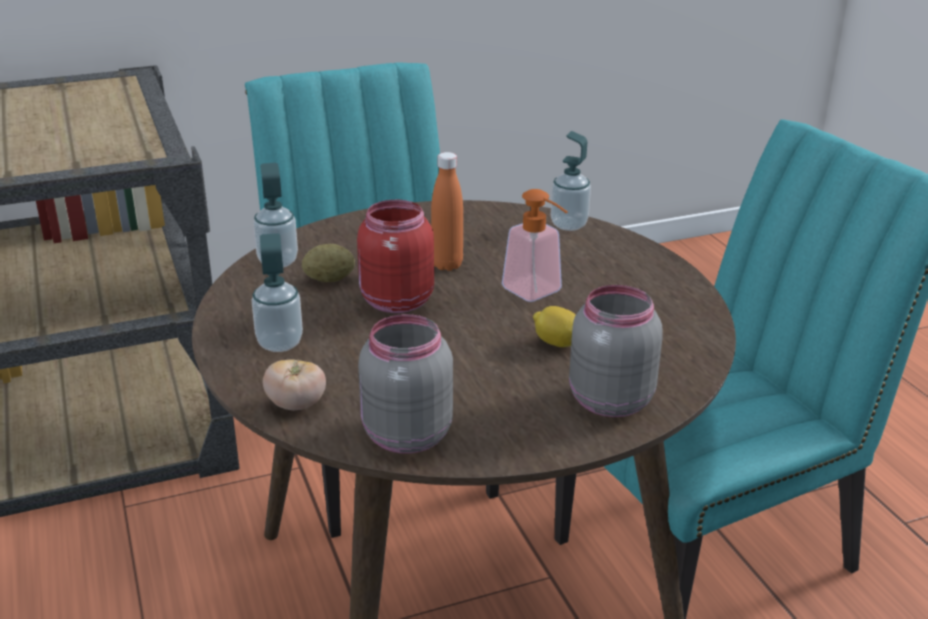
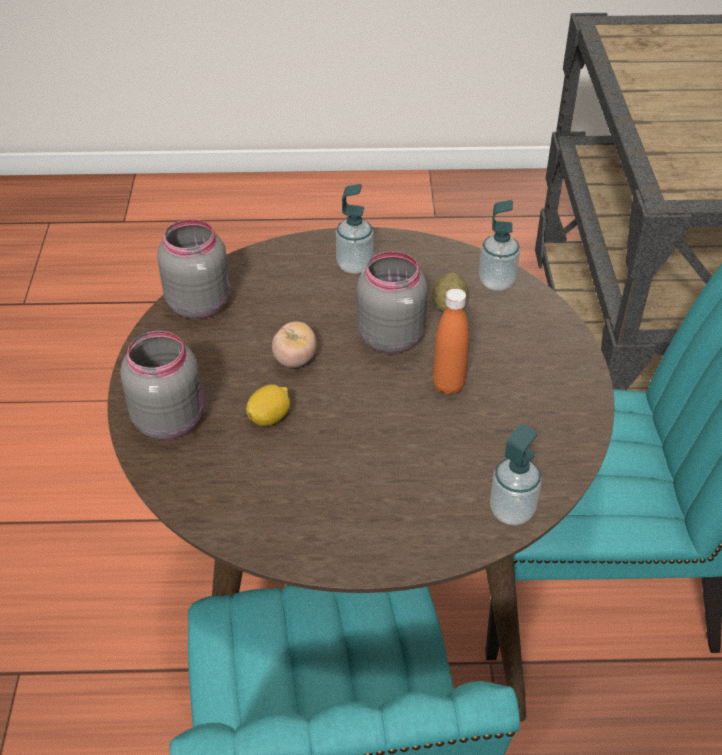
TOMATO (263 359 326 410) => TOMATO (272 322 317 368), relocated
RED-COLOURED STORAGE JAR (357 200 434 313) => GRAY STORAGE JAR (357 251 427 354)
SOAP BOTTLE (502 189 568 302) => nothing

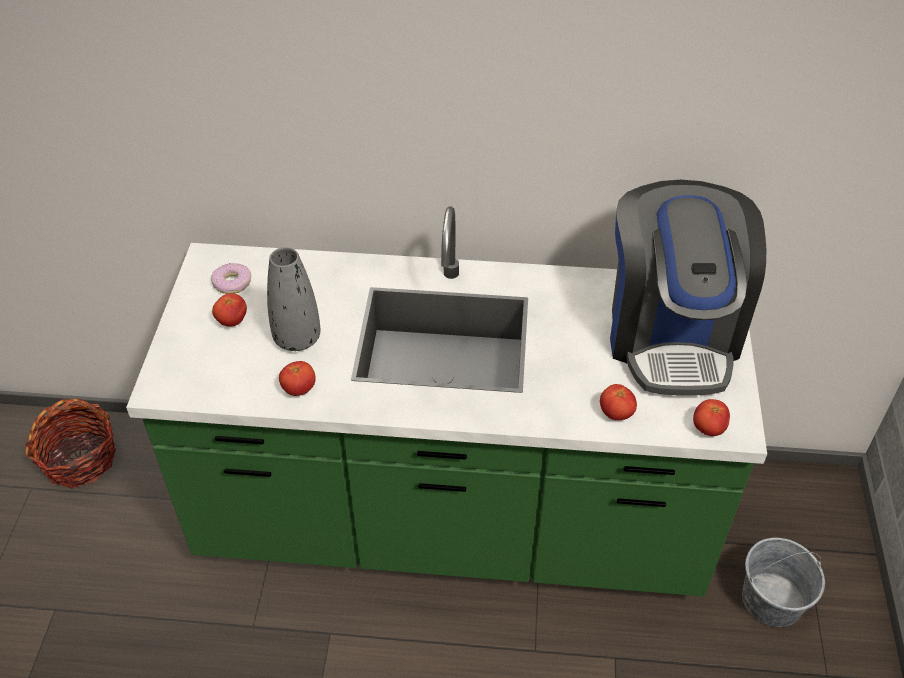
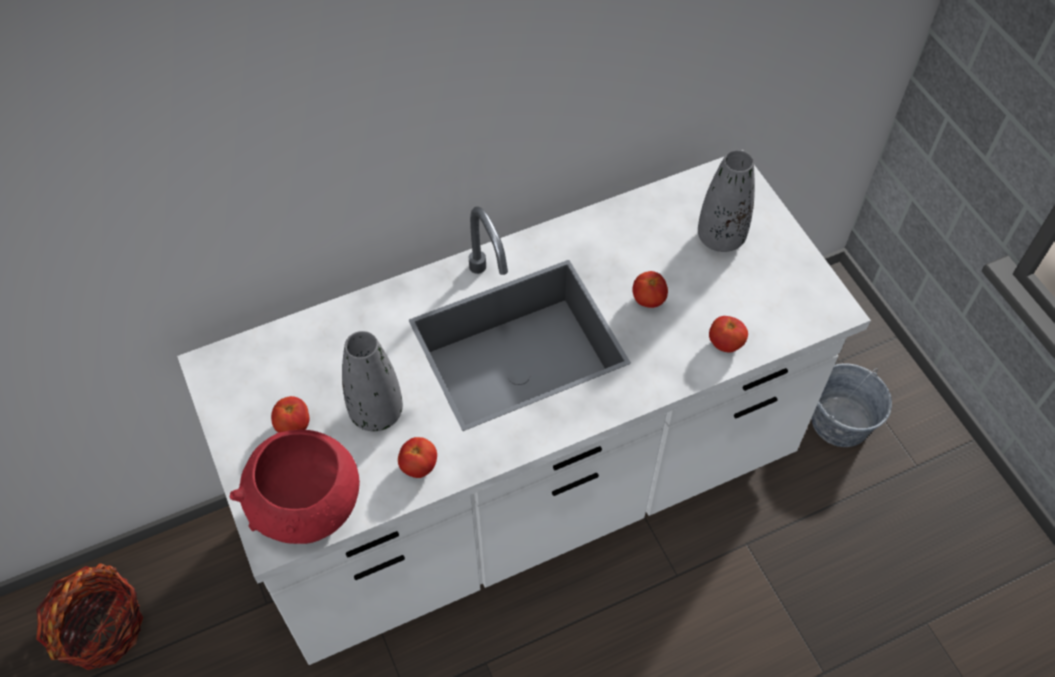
GREENISH COUNTER (126 206 767 596) => WHITE COUNTER (177 150 871 665)
DOUGHNUT (211 263 251 294) => nothing
COFFEE BREWER (610 180 766 395) => GRAY VASE (698 150 755 252)
TOMATO (693 399 730 436) => TOMATO (632 271 668 308), relocated
nothing => RED-COLOURED BOWL (229 429 360 544)

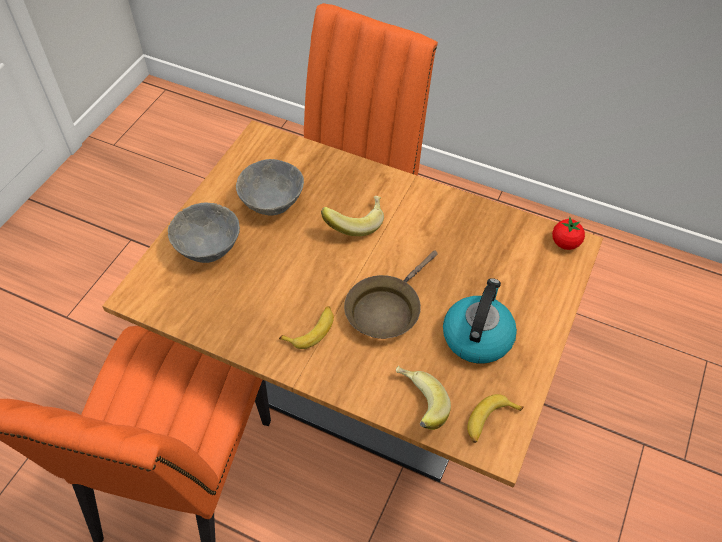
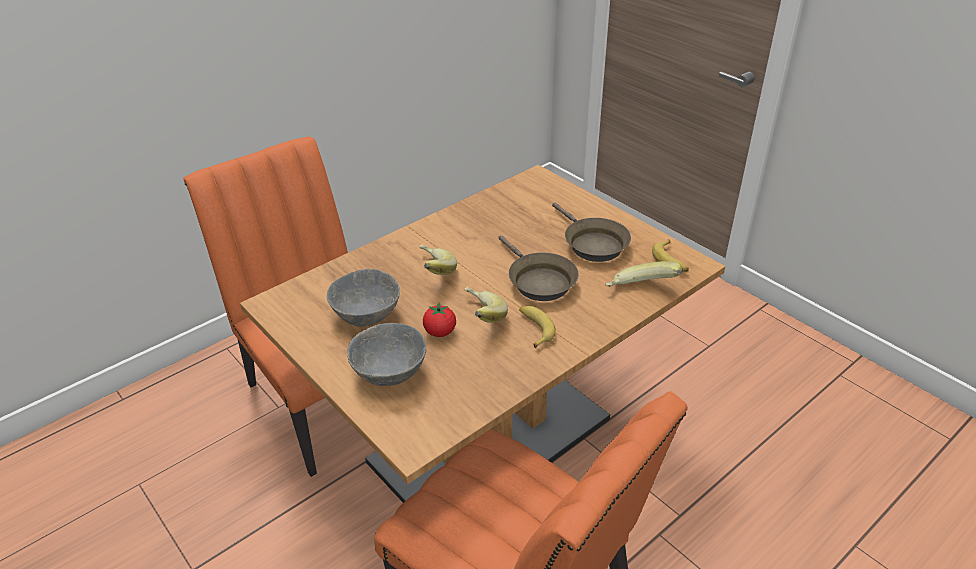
WATER KETTLE (443 278 517 364) => BROWN PAN (552 203 631 262)
TOMATO (552 217 585 250) => TOMATO (423 303 456 337), relocated
nothing => BANANA (465 287 508 323)

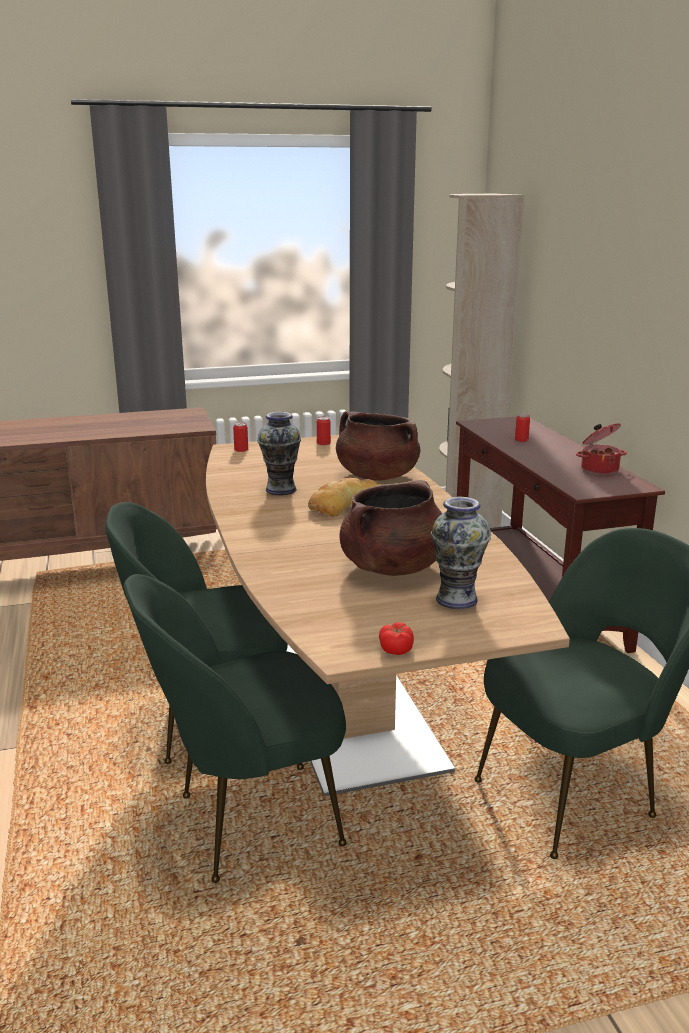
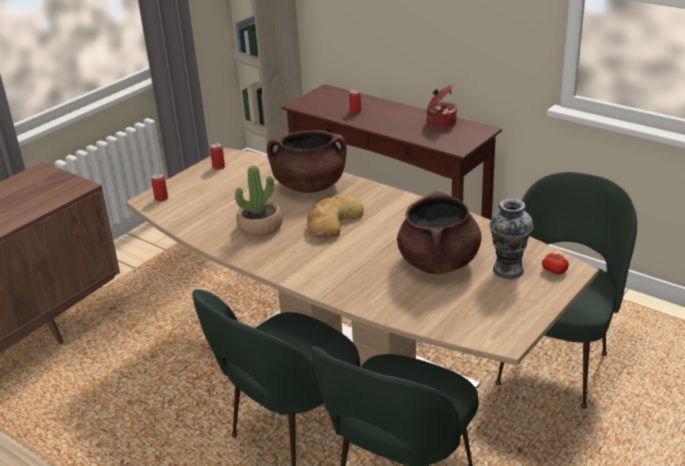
VASE (257 412 301 495) => POTTED PLANT (235 165 283 237)
TOMATO (379 622 414 655) => TOMATO (542 253 569 275), relocated

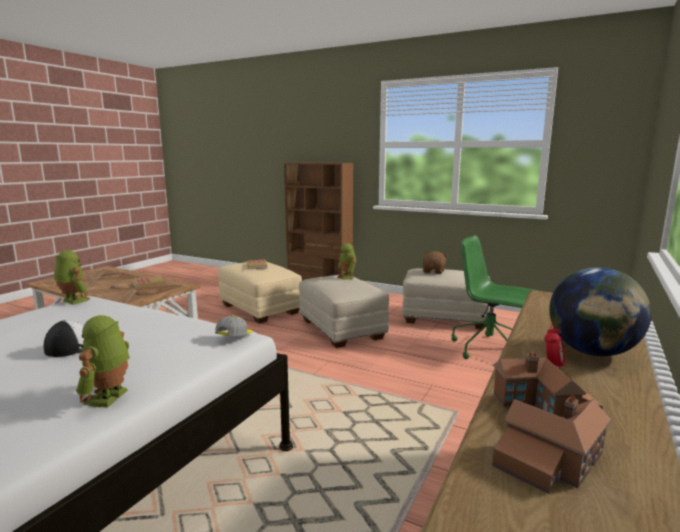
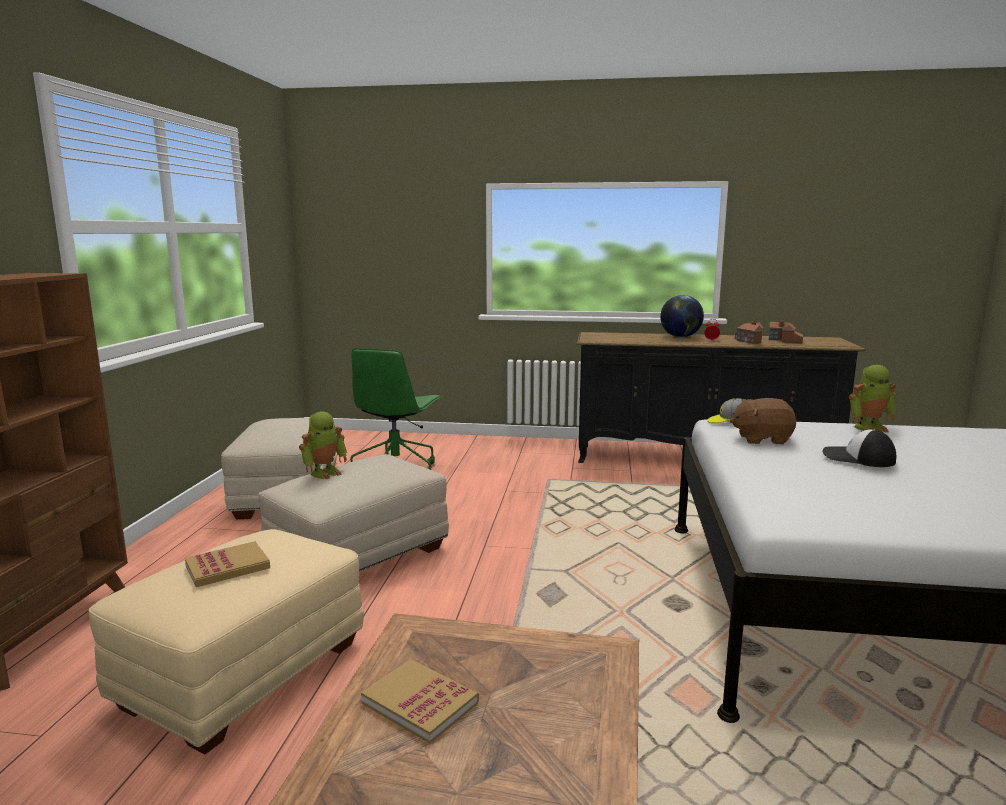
TOY ROBOT (54 250 90 305) => nothing
BROWN PLUSH TOY (422 251 448 274) => BROWN PLUSH TOY (730 398 796 445), relocated

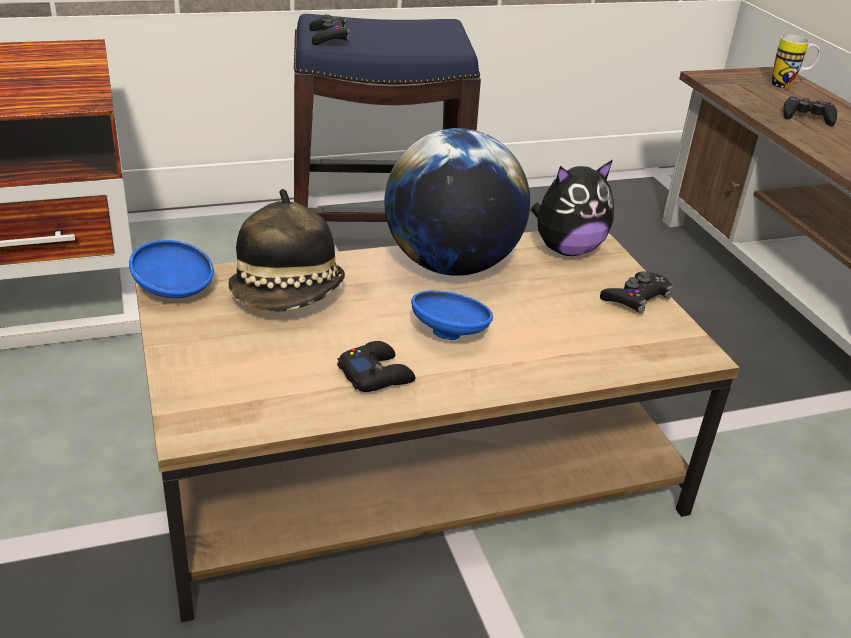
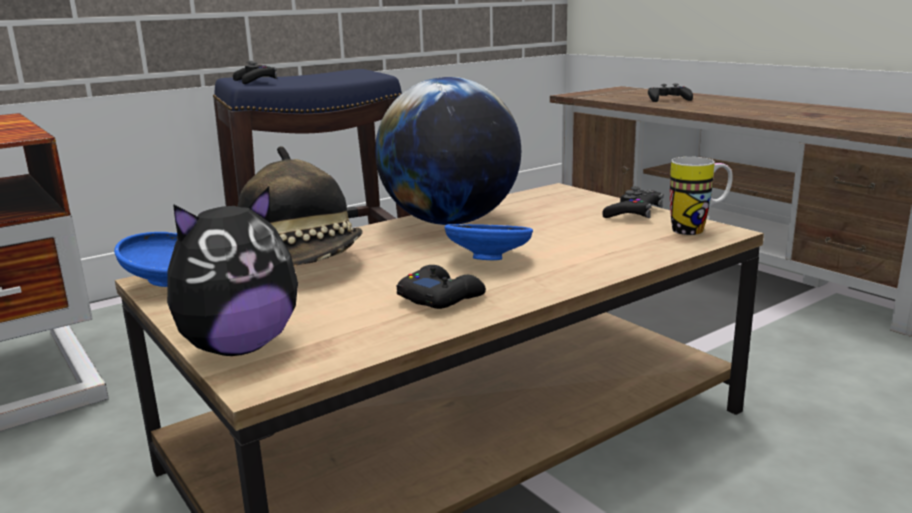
PLUSH TOY (531 160 614 256) => PLUSH TOY (167 187 298 356), relocated
COFFEE MUG (772 35 820 89) => COFFEE MUG (670 157 733 235), relocated

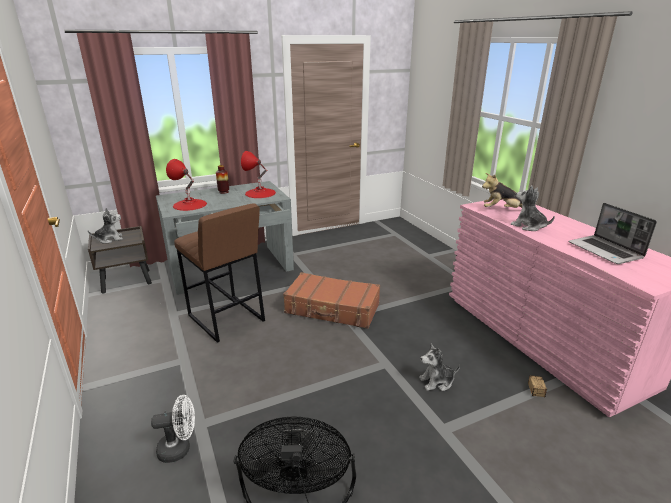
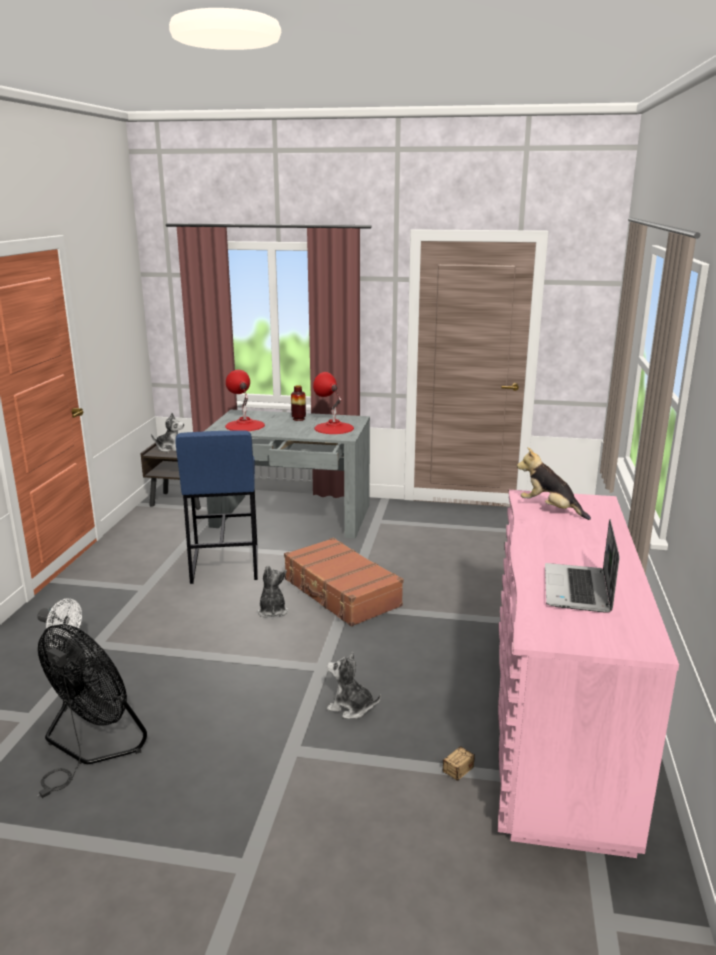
BROWN STOOL SEAT (174 203 265 343) => BLUE STOOL SEAT (175 430 258 584)
PLUSH TOY (511 185 555 231) => PLUSH TOY (257 565 288 618), relocated

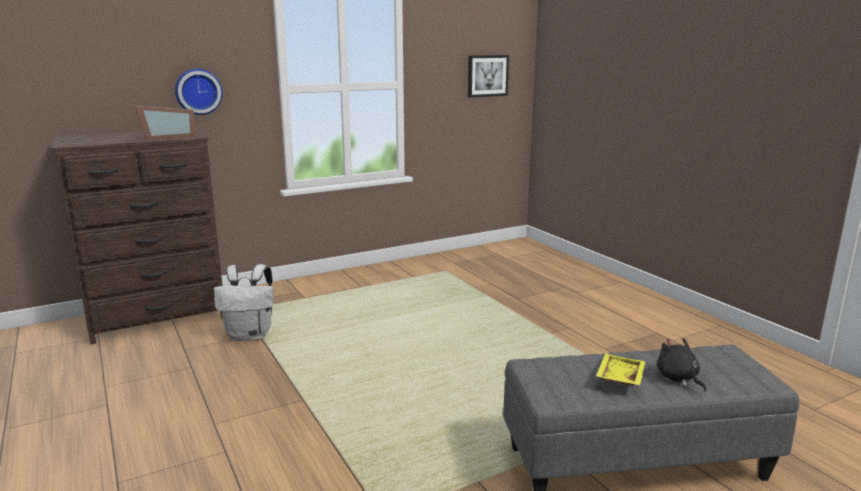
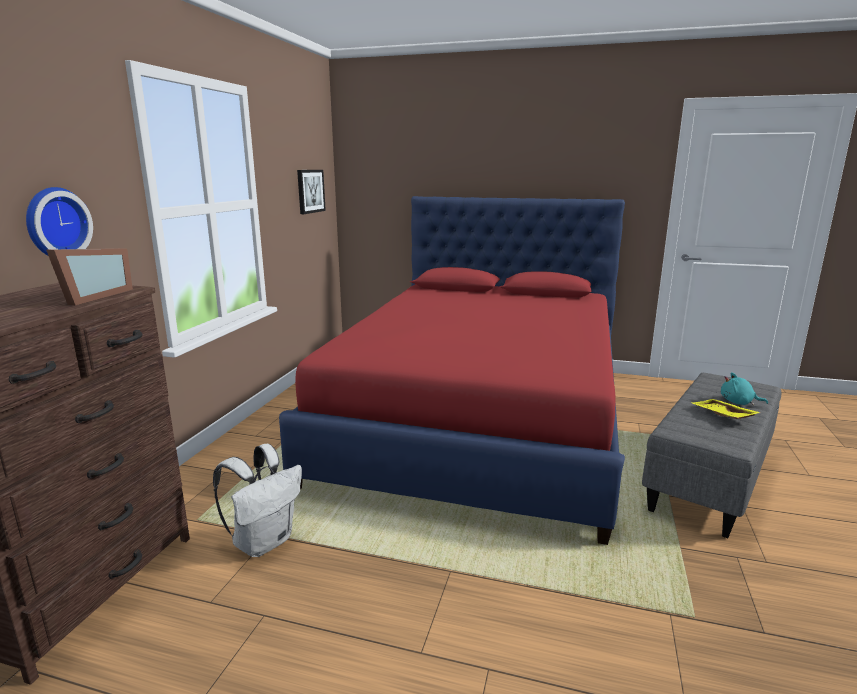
BLACKISH PLUSH TOY (657 338 706 391) => TURQUOISE PLUSH TOY (721 372 768 405)
nothing => RED-COLOURED SLEEPING BED (279 196 625 545)

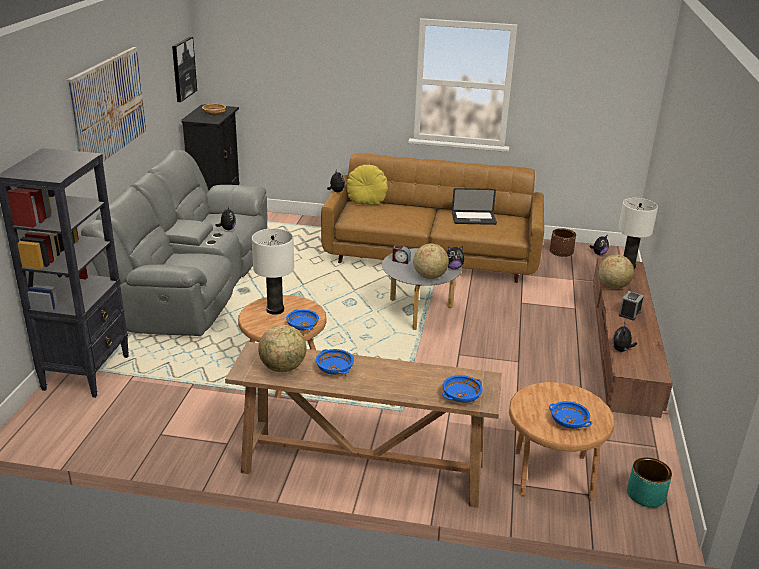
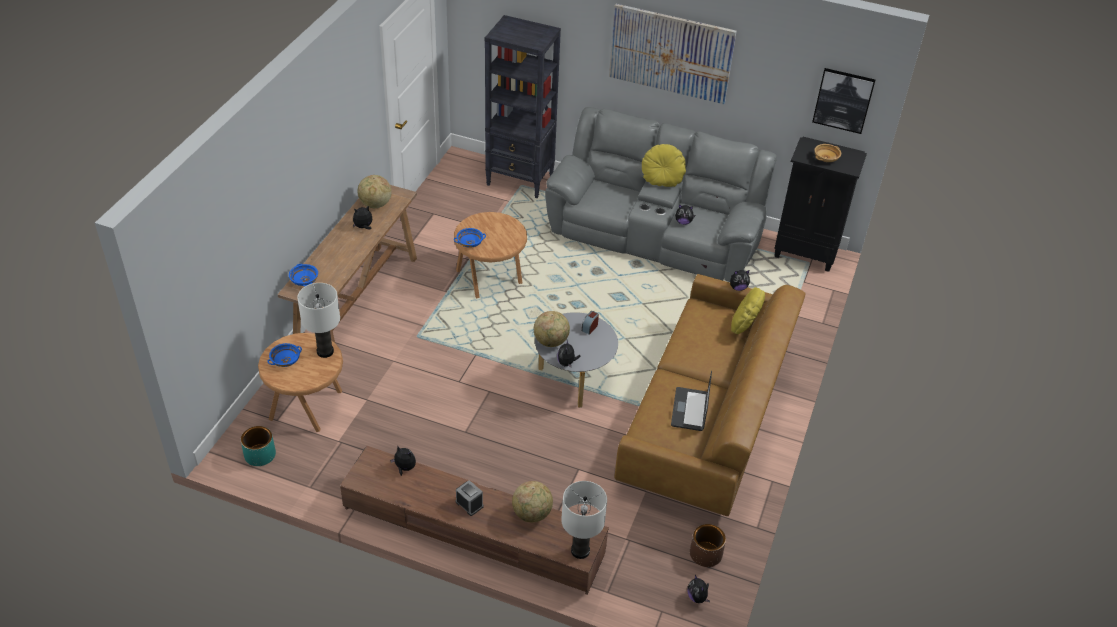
WHITE TABLETOP LAMP (252 228 294 315) => WHITE TABLETOP LAMP (297 283 340 358), relocated
BLUE BOWL (316 349 354 375) => PLUSH TOY (353 205 372 230)
nothing => YELLOW THROW PILLOW (642 144 686 187)

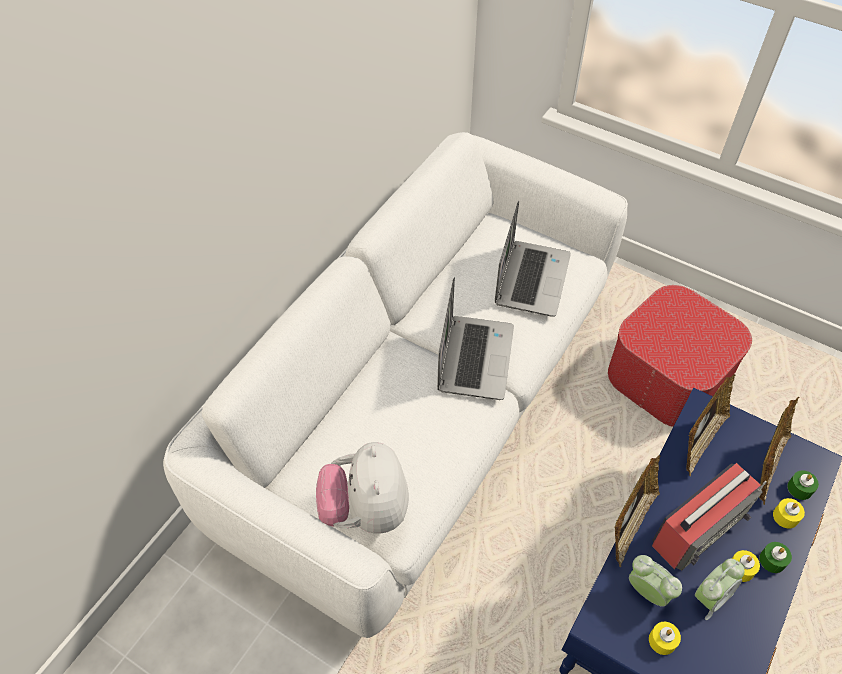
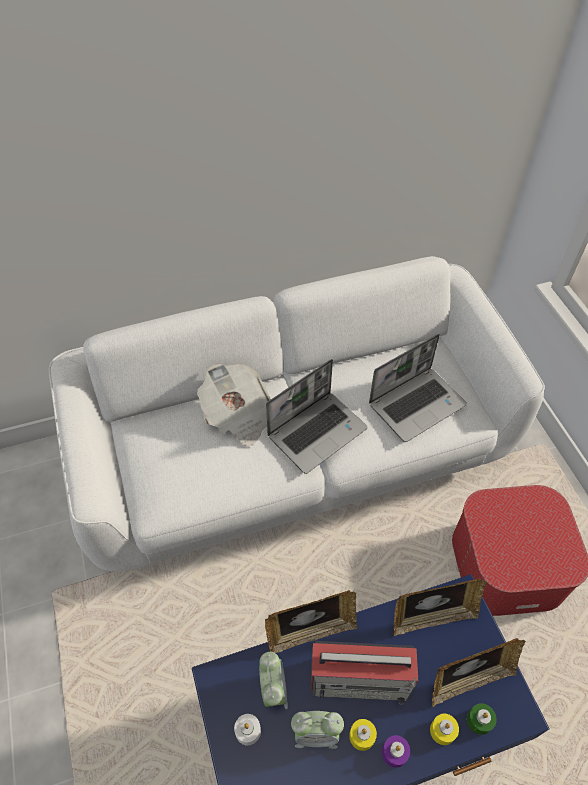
PLUSH TOY (316 442 409 534) => nothing
YELLOW CANDLE (649 622 681 655) => WHITE CANDLE (234 714 261 746)
GREENISH CANDLE (759 542 792 573) => PURPLISH CANDLE (382 735 410 768)
nothing => PRINTED PAPER (197 363 271 446)

